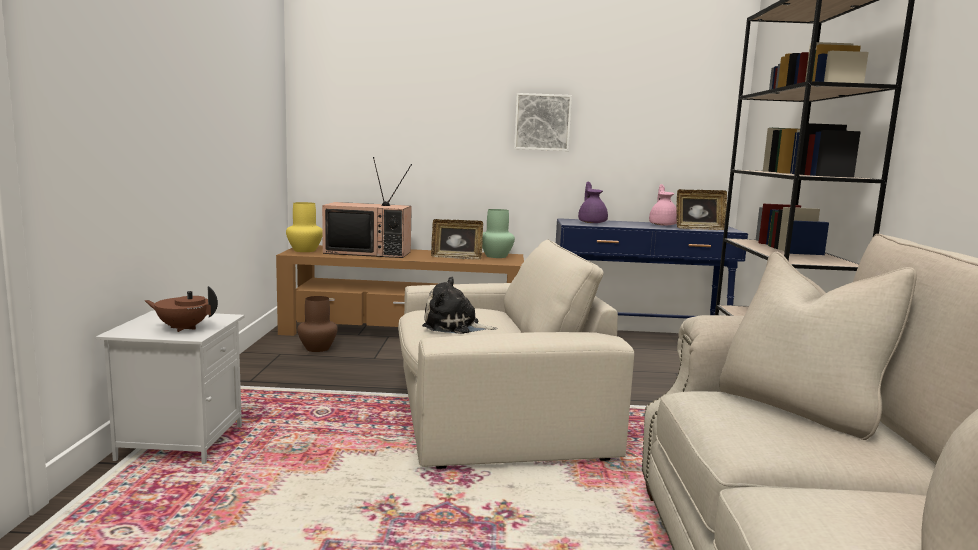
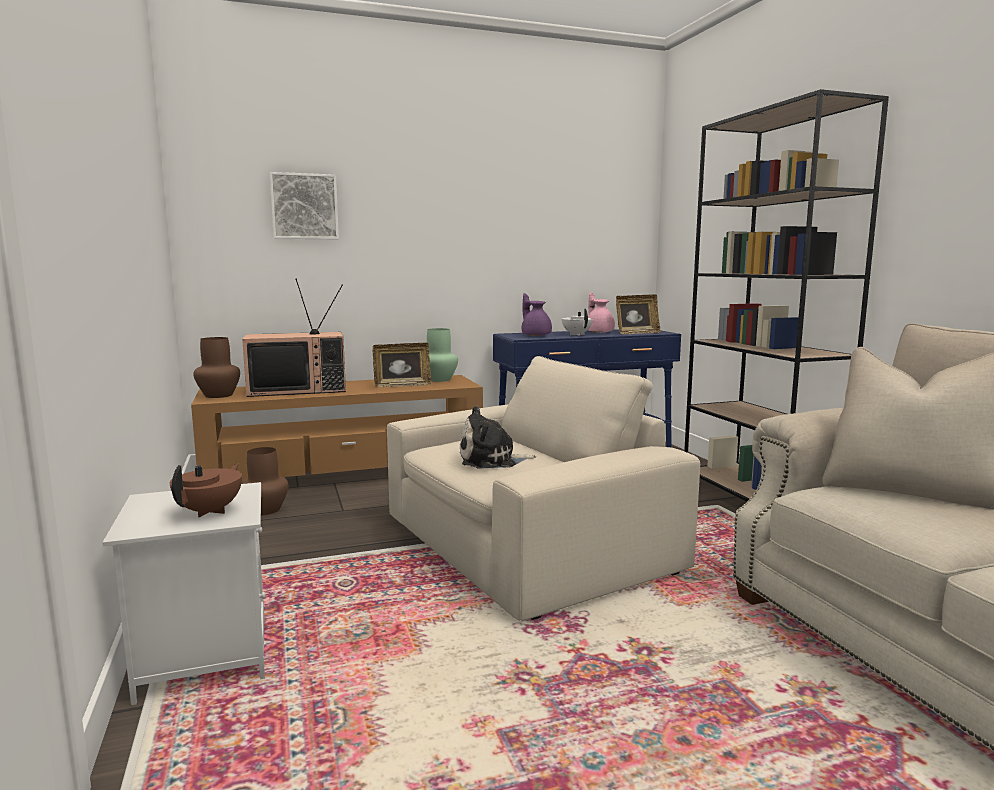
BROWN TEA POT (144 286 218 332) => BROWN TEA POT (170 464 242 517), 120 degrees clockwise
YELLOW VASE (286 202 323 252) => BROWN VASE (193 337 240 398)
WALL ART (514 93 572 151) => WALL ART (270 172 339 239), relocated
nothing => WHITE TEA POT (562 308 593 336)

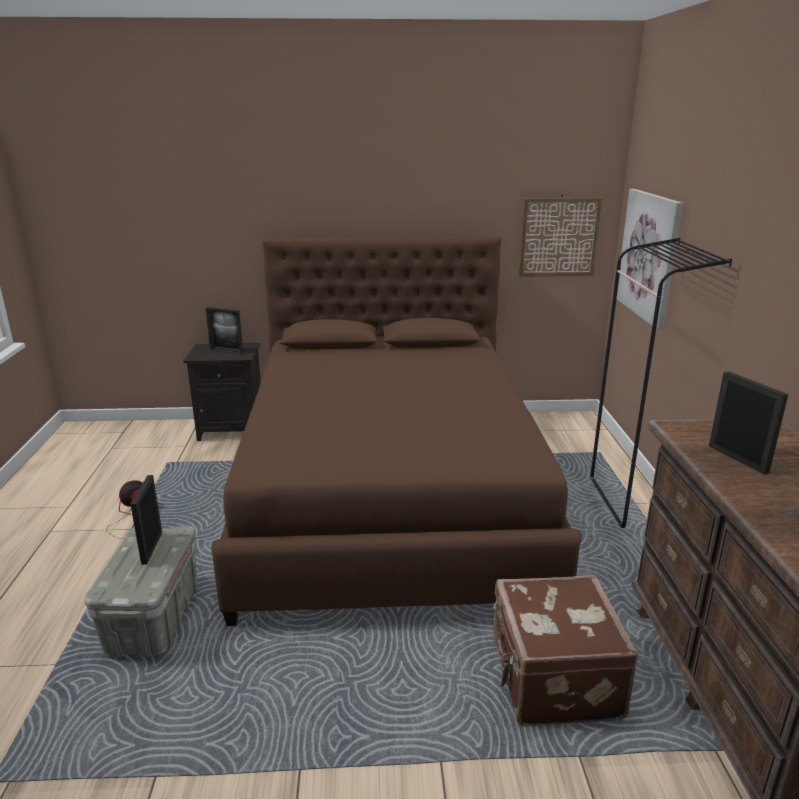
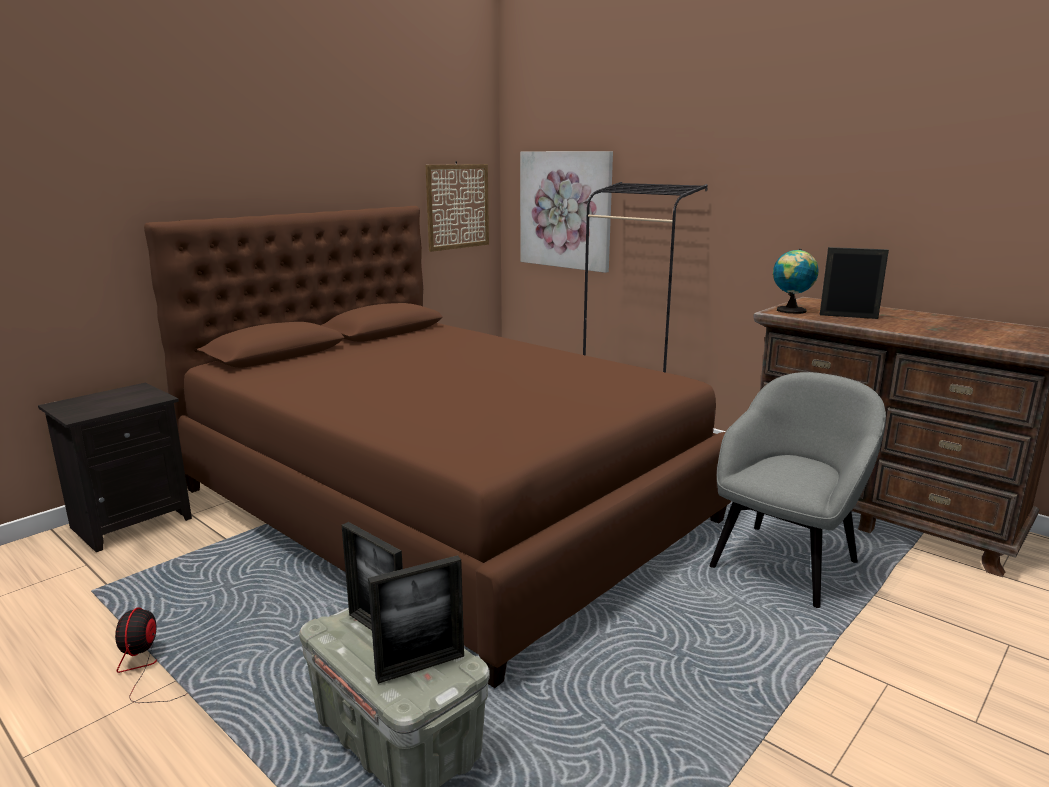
PHOTO FRAME (206 307 243 354) => PHOTO FRAME (368 555 464 684), relocated
BROWN PIECE OF LUGGAGE (493 575 638 726) => GRAY EASY CHAIR (709 372 886 608)
nothing => WORLD GLOBE (773 249 819 314)

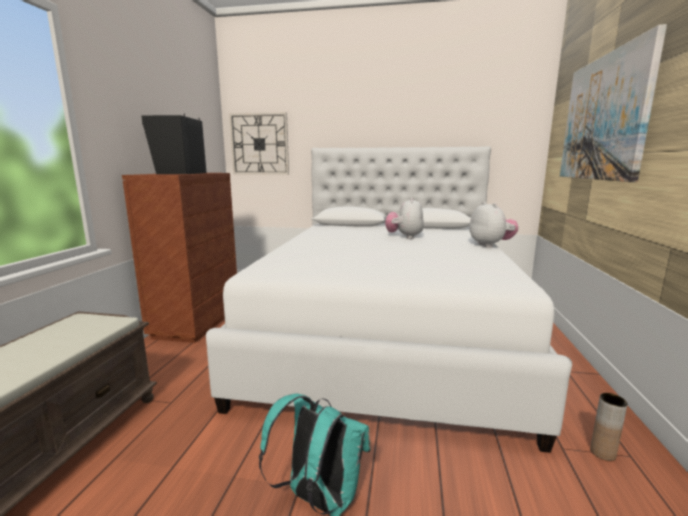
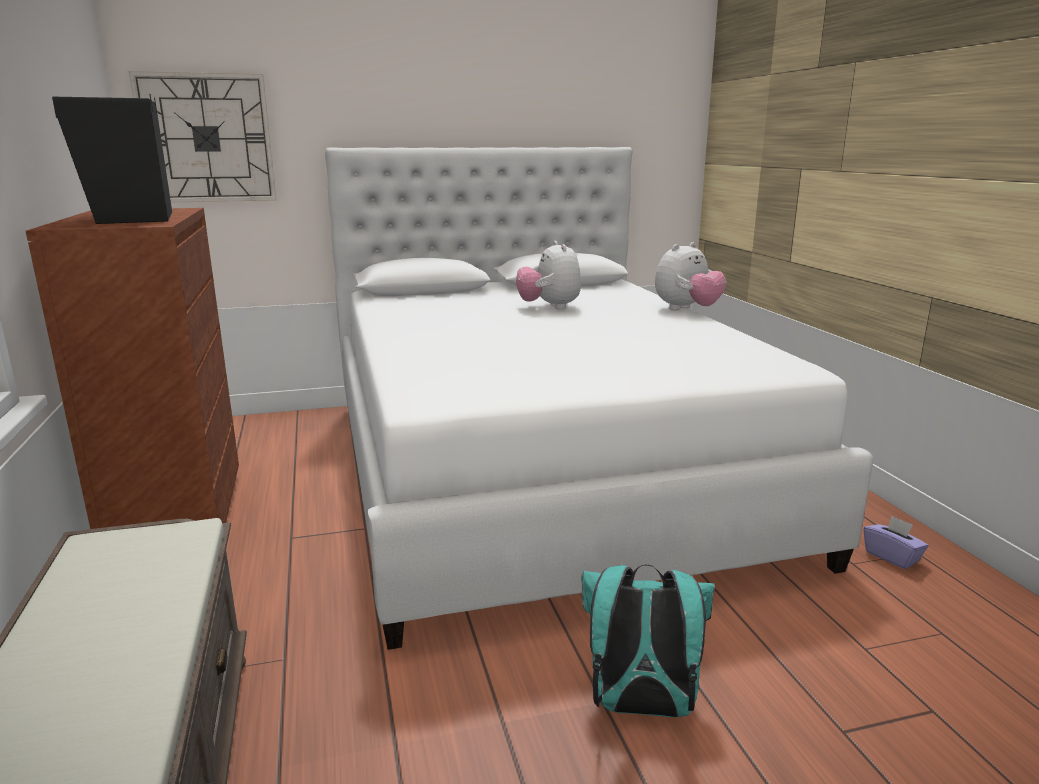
PLUSH TOY (469 202 518 248) => PLUSH TOY (655 242 727 310), 90 degrees clockwise
WALL ART (560 24 667 182) => nothing
BROWN VASE (590 393 627 461) => PURPLISH TISSUE BOX (864 515 928 569)

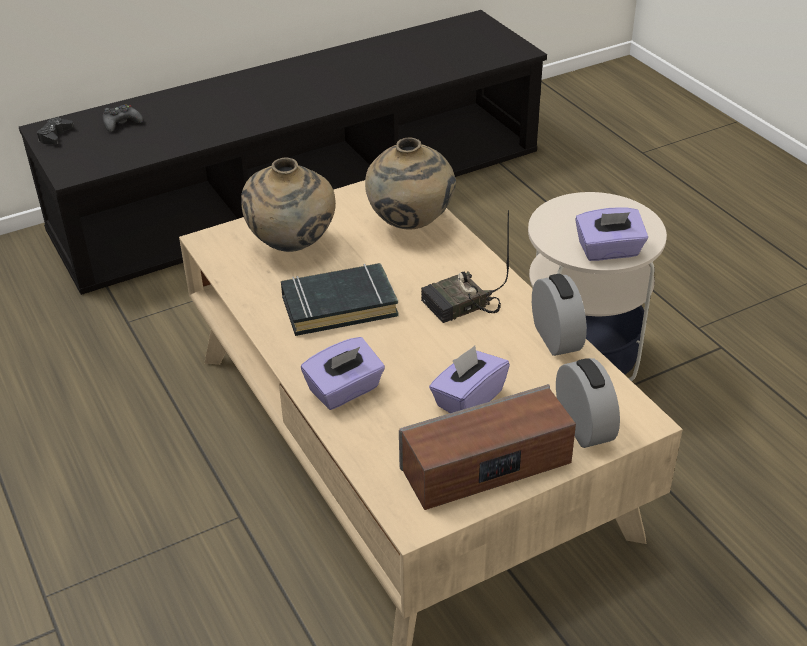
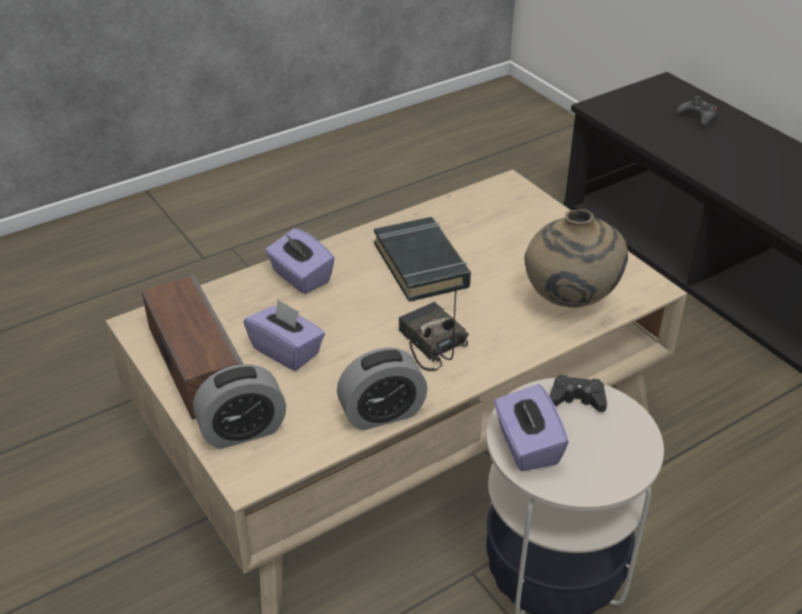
BLACKISH JOYPAD (37 117 74 145) => BLACKISH JOYPAD (550 375 607 412), relocated
BEIGE-COLOURED VASE (241 158 336 252) => nothing

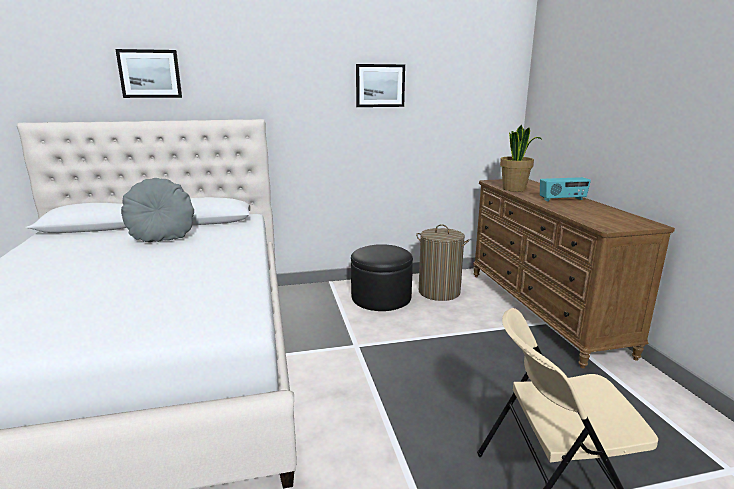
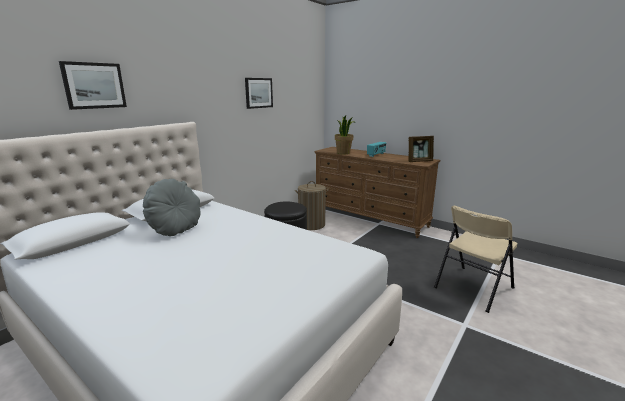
nothing => PHOTO FRAME (409 136 434 162)

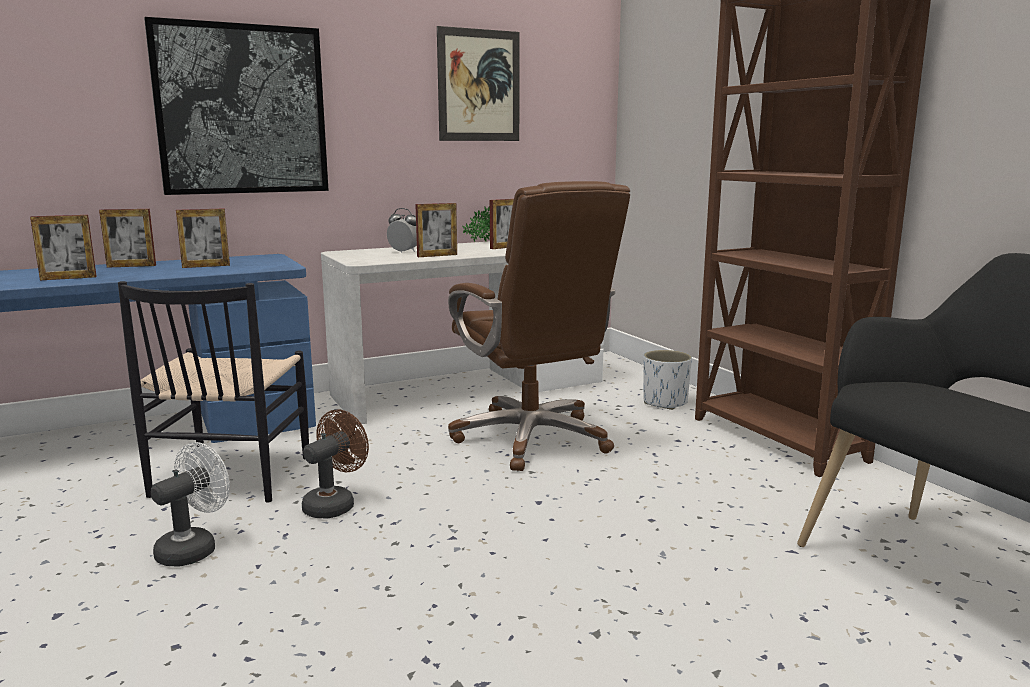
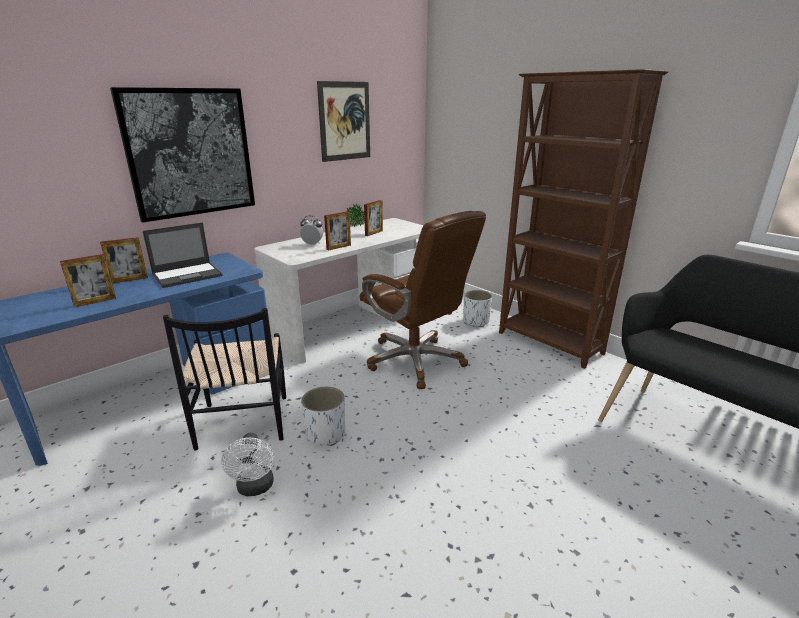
WHITE FAN (151 442 230 567) => WHITE FAN (221 433 274 496), 150 degrees clockwise
PHOTO FRAME (176 208 230 268) => PORTABLE COMPUTER (143 222 223 288)
BROWN FAN (302 409 369 519) => WHITE FLOWER POT (301 387 345 446)

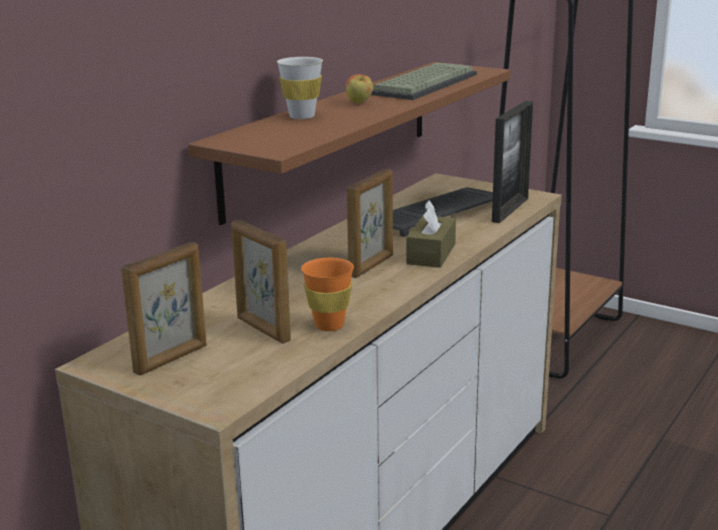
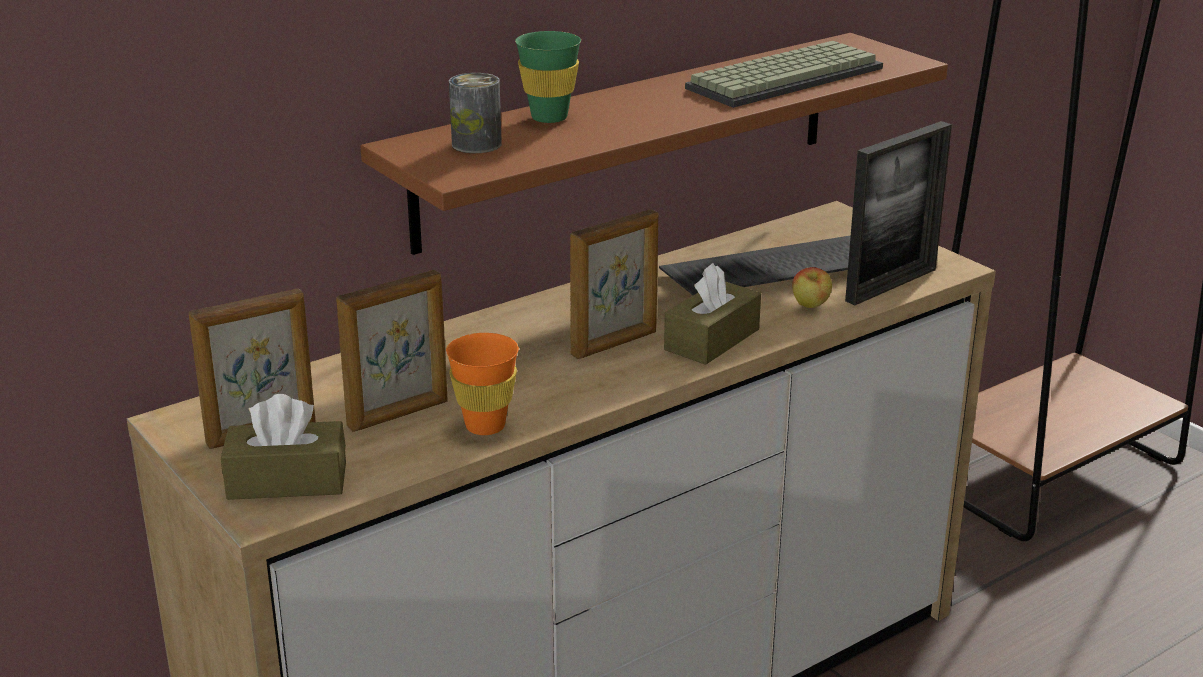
PHOTO FRAME (231 220 291 344) => PHOTO FRAME (336 270 448 432), 105 degrees counterclockwise
WHITE CUP (277 57 323 119) => GREENISH CUP (515 31 581 123)
APPLE (345 74 373 103) => APPLE (792 267 832 308), relocated
nothing => BROWN TISSUE BOX (221 394 346 500)
nothing => CAN (449 73 502 153)

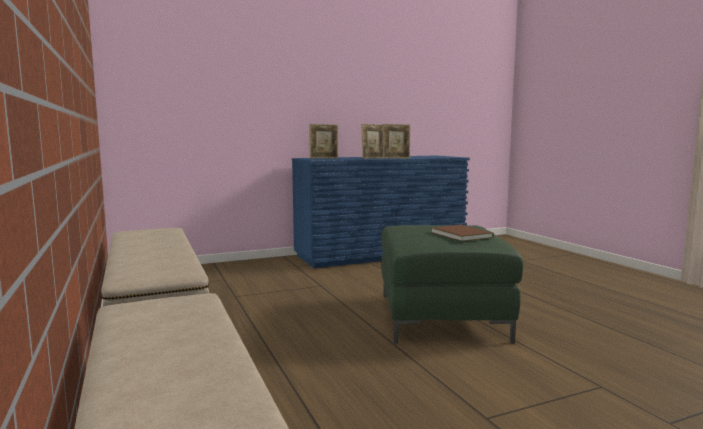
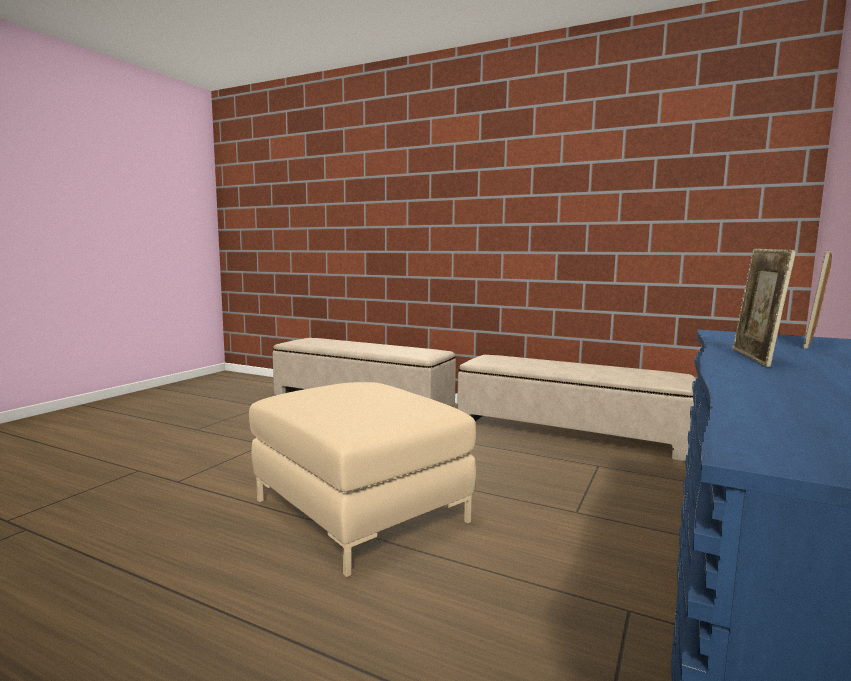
GREENISH POUFFE (381 225 523 344) => BEIGE-COLOURED POUFFE (249 382 476 577)
PHOTO FRAME (383 124 410 159) => nothing
BROWN VOLUME (431 225 494 241) => nothing

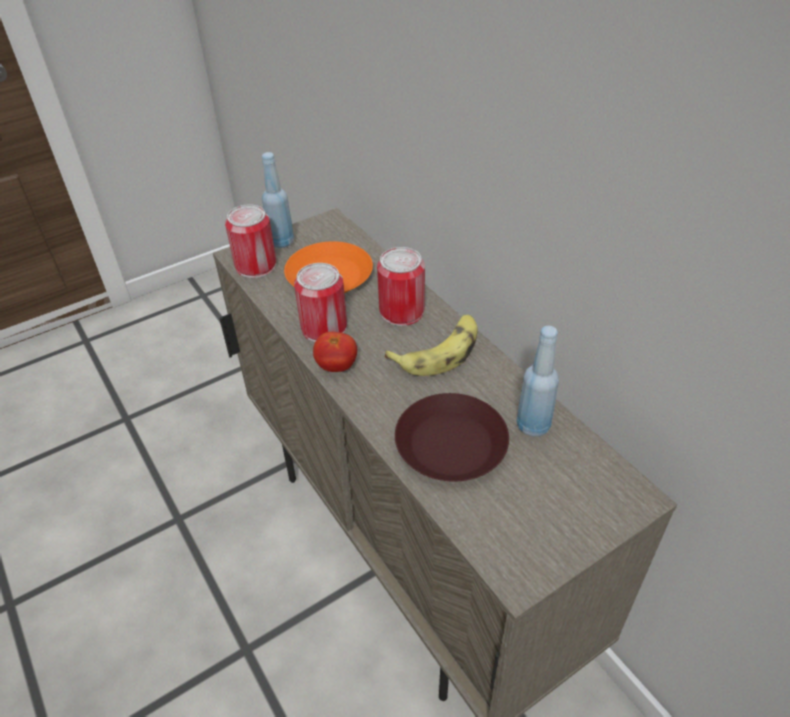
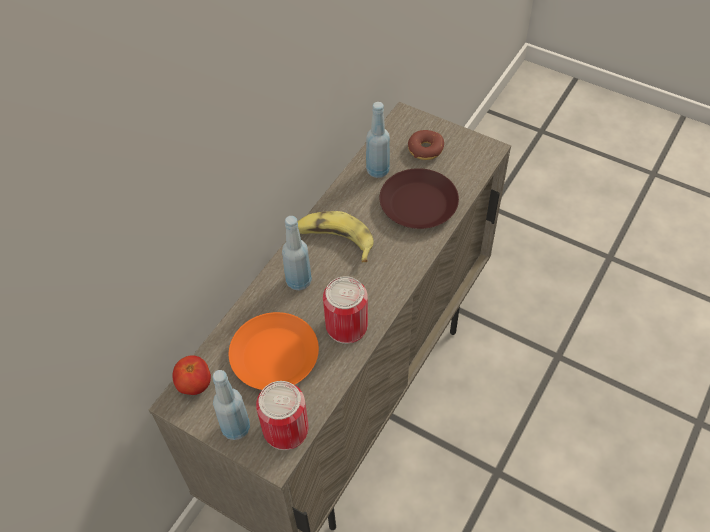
TOMATO (313 332 357 372) => TOMATO (172 355 211 395), relocated
CAN (377 247 425 326) => BLUE BEVERAGE BOTTLE (282 216 312 290)
nothing => DOUGHNUT (408 130 444 160)

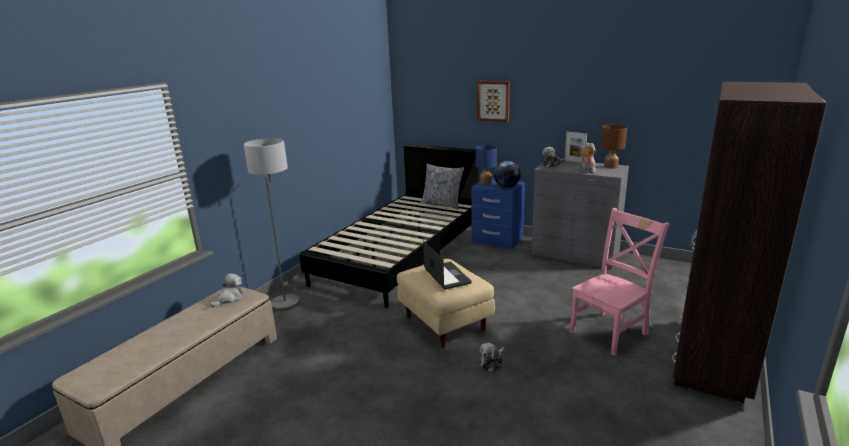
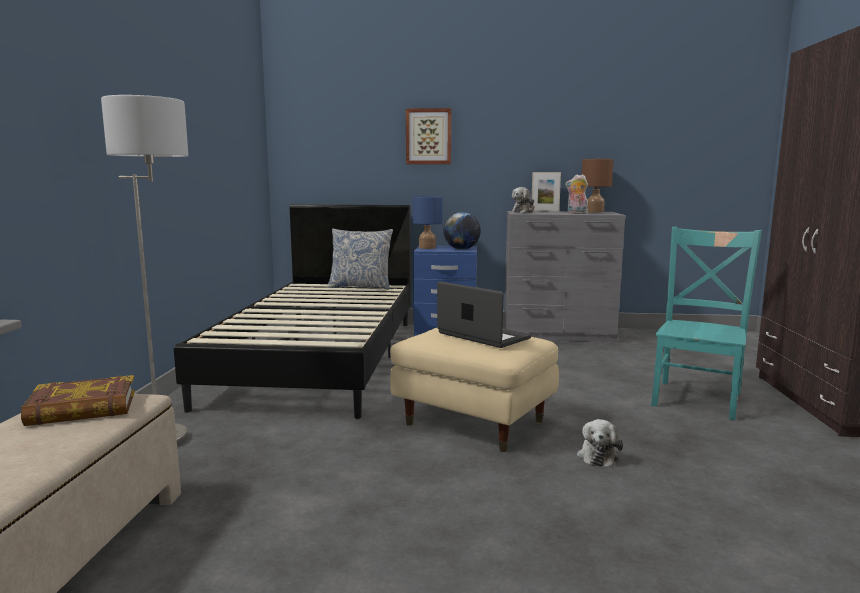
PLUSH TOY (210 273 243 307) => VOLUME (21 375 135 426)
PINKISH CHAIR (569 208 670 356) => TURQUOISE CHAIR (651 227 762 420)

